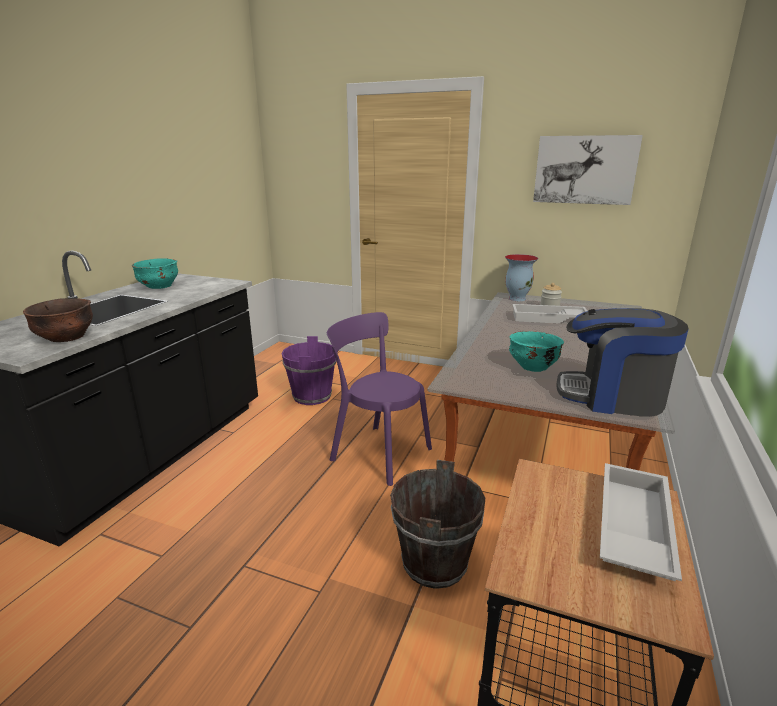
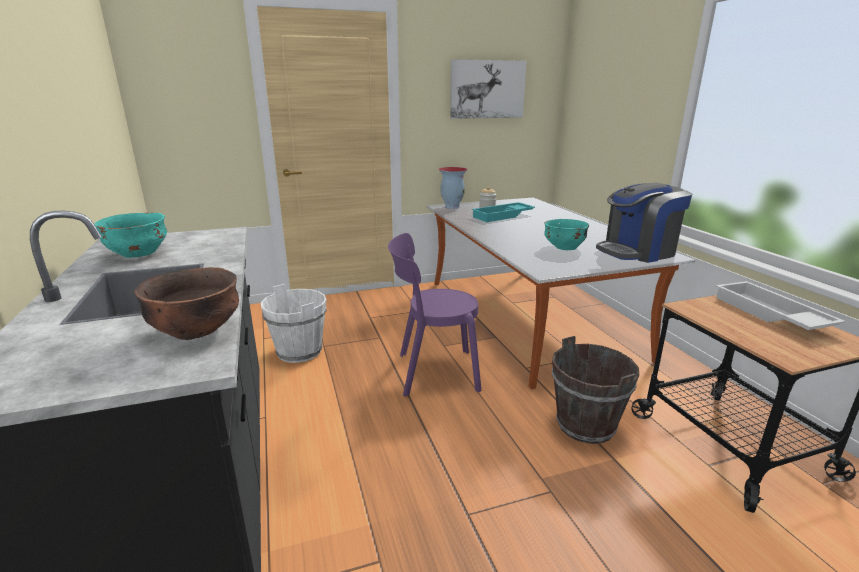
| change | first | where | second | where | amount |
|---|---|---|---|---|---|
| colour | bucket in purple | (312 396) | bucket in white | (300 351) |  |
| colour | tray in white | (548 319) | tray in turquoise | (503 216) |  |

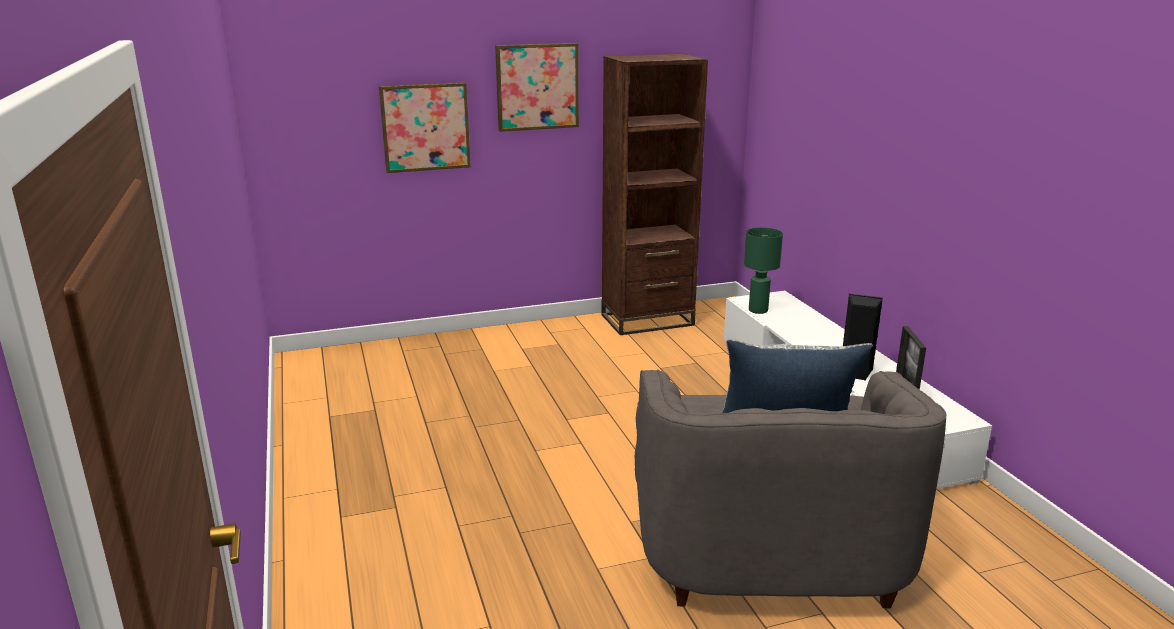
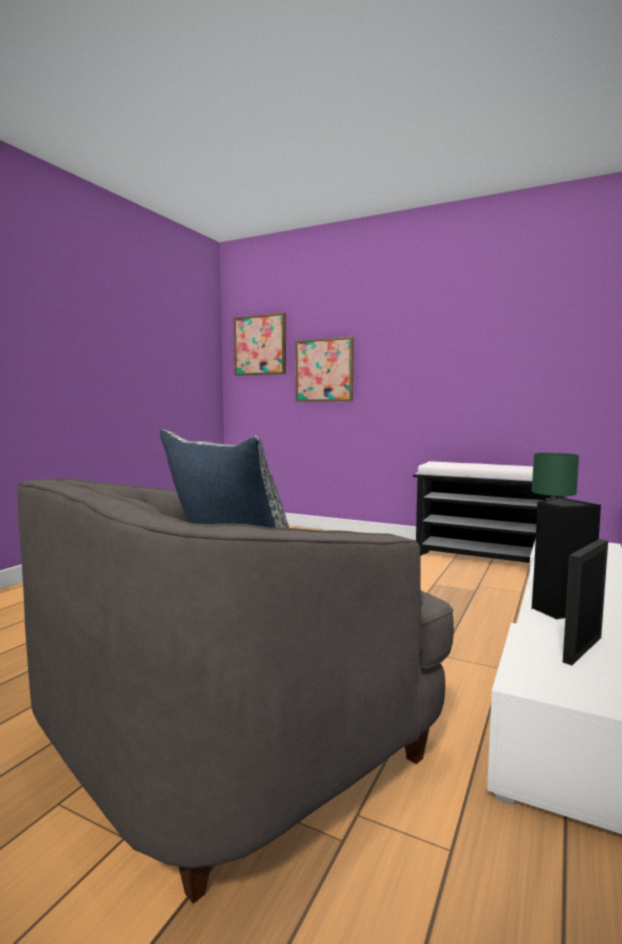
| change | first | where | second | where | amount |
|---|---|---|---|---|---|
| relocated | picture | (537 86) |  | (260 345) |  |
| exchanged | bookcase in brown | (647 320) | bench in black | (488 557) |  |

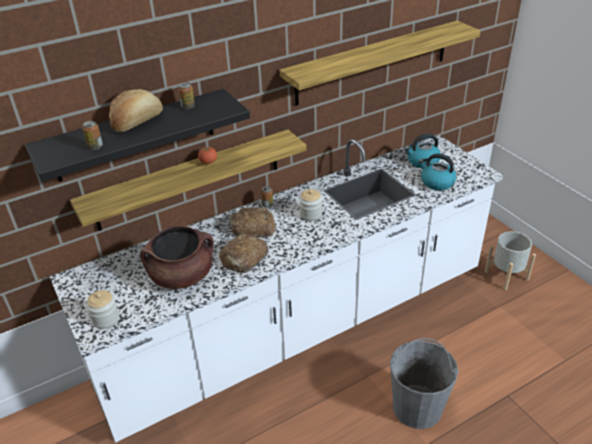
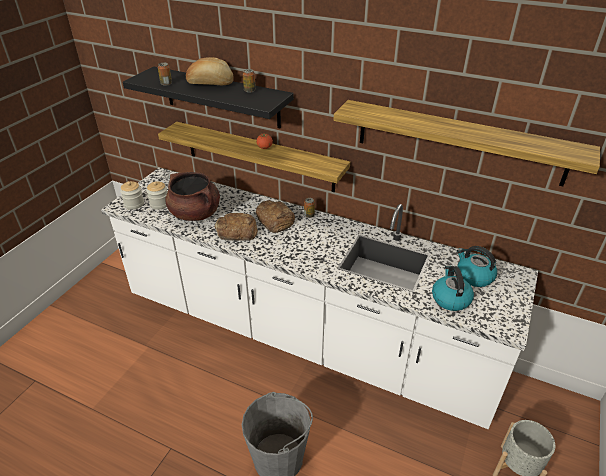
| change | first | where | second | where | amount |
|---|---|---|---|---|---|
| relocated | jar | (311 214) |  | (159 204) |  |

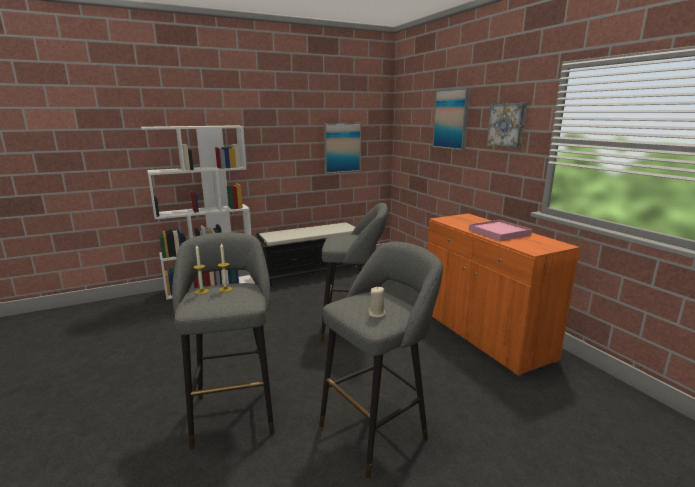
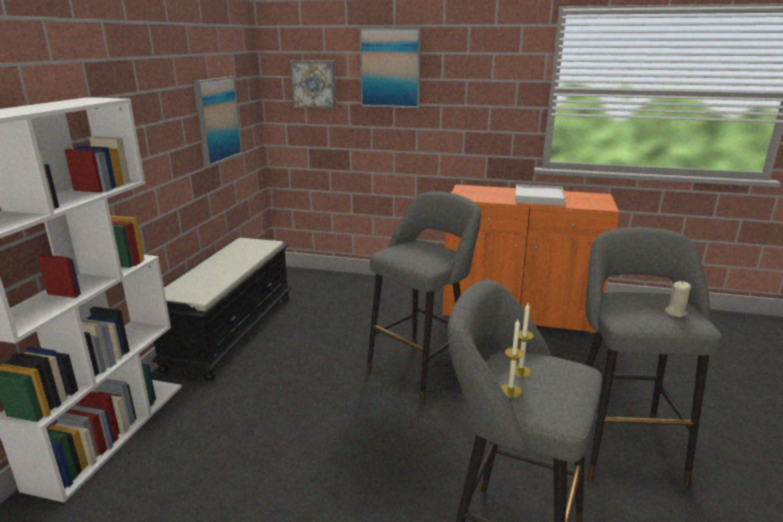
| change | first | where | second | where | amount |
|---|---|---|---|---|---|
| relocated | picture | (507 125) |  | (314 84) |  |
| colour | tray in pink | (499 233) | tray in white | (539 197) |  |

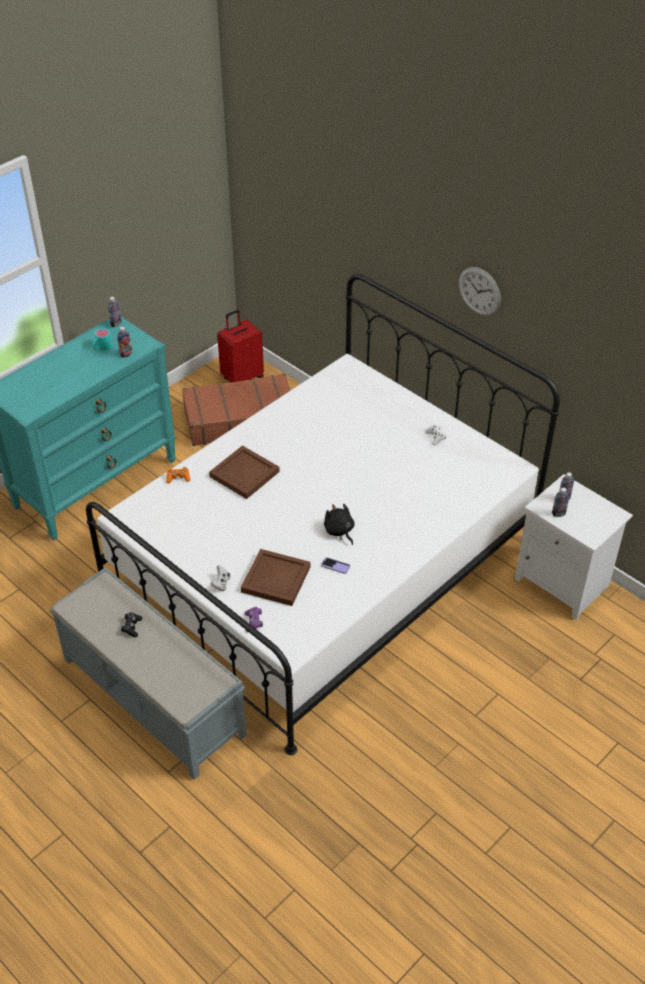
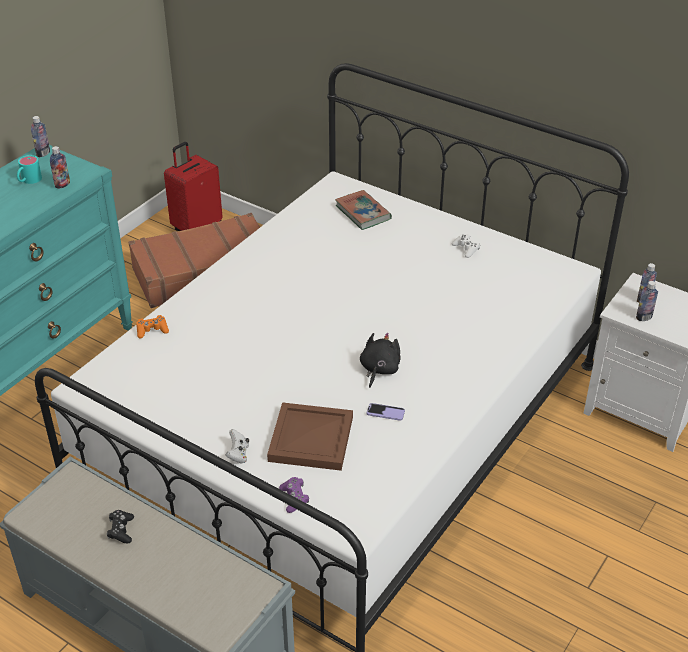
| change | first | where | second | where | amount |
|---|---|---|---|---|---|
| missing | tray in brown | (244 475) |  |  |  |
| missing | wall clock | (479 291) |  |  |  |
| appeared |  |  | book | (363 213) |  |
| spun | plush toy in black | (339 531) |  | (379 369) | 60 degrees clockwise |

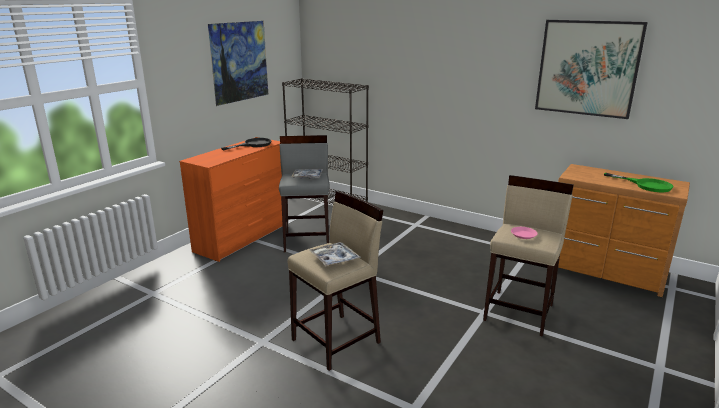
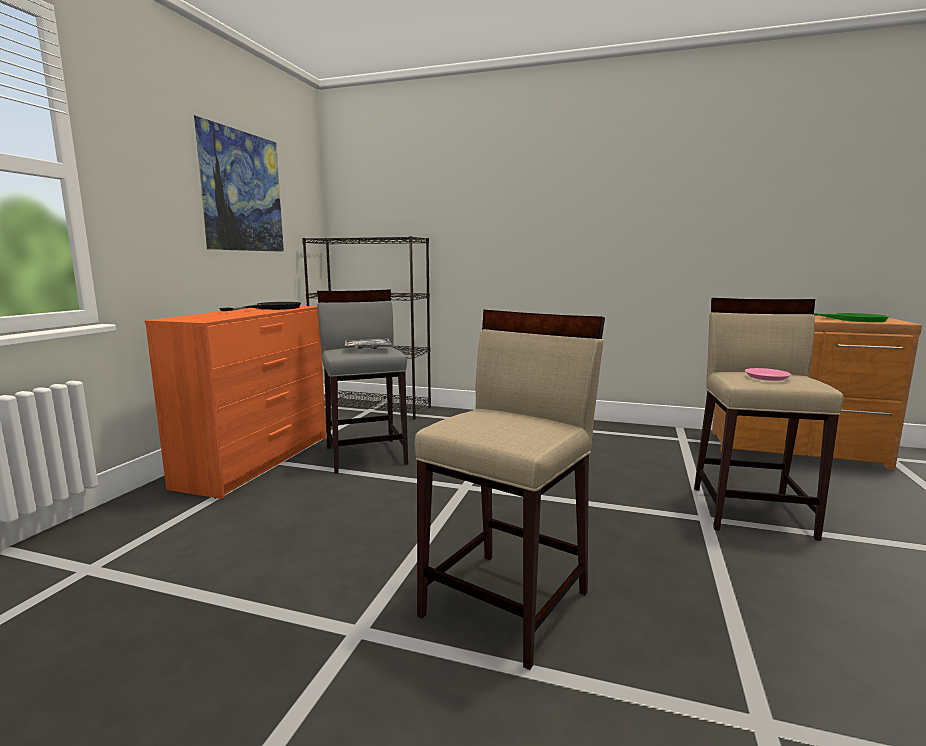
| change | first | where | second | where | amount |
|---|---|---|---|---|---|
| missing | tray | (334 258) |  |  |  |
| missing | picture | (587 68) |  |  |  |

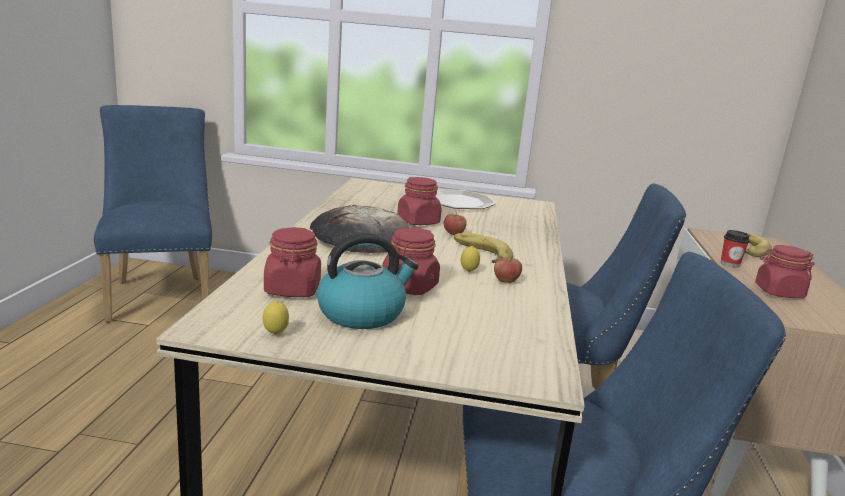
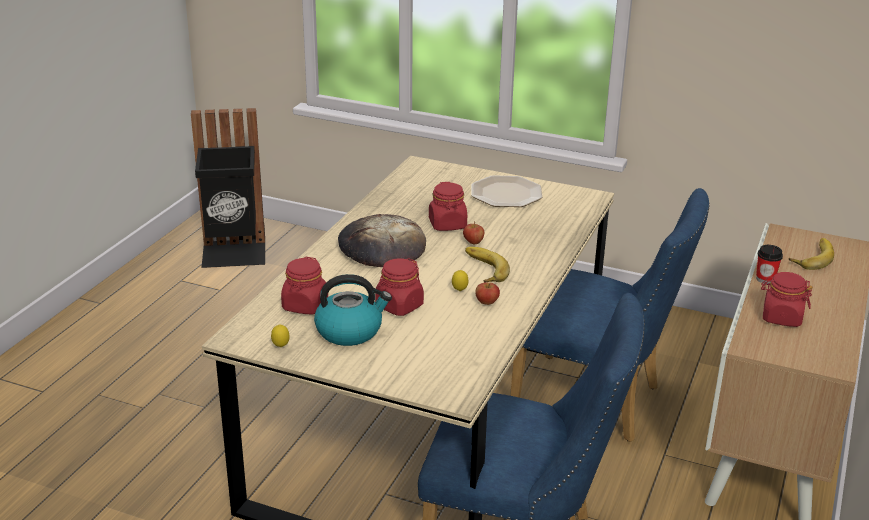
| change | first | where | second | where | amount |
|---|---|---|---|---|---|
| exchanged | chair in blue | (161 295) | trash can in black | (234 254) |  |

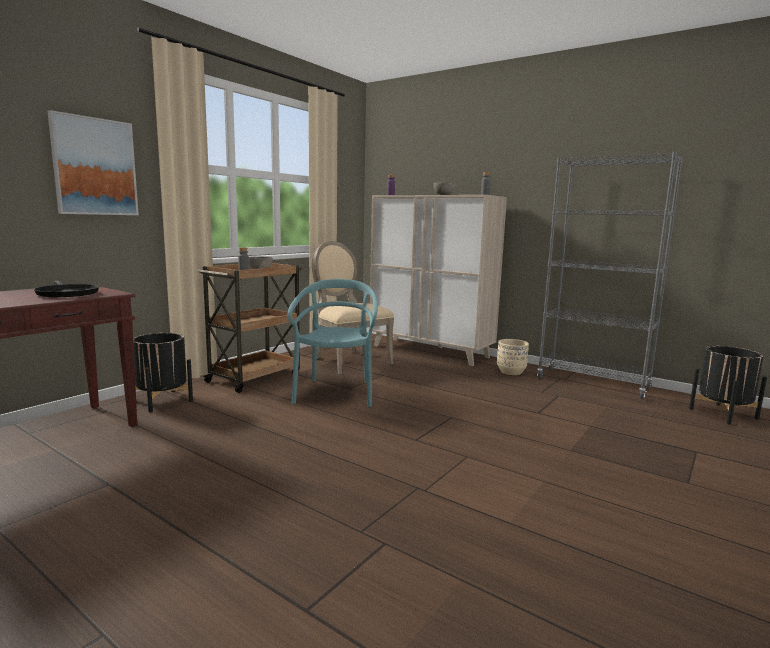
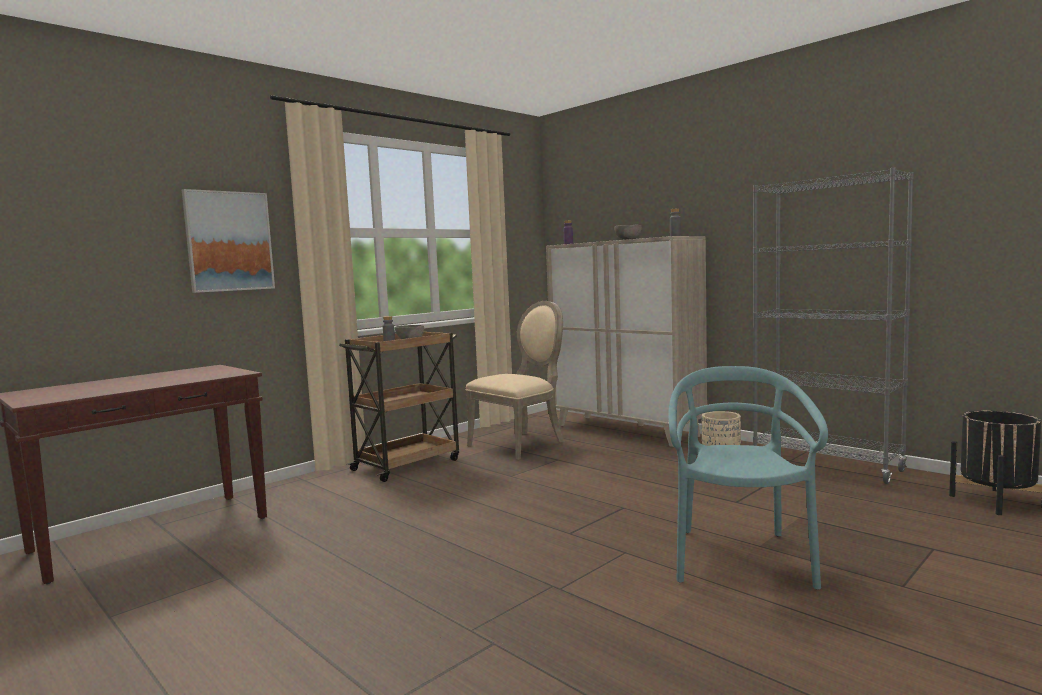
| change | first | where | second | where | amount |
|---|---|---|---|---|---|
| missing | frying pan in black | (66 293) |  |  |  |
| missing | planter in black | (162 401) |  |  |  |
| relocated | chair in turquoise | (336 393) |  | (739 558) |  |
| spun | chair in beige | (348 360) |  | (521 443) | 75 degrees clockwise |

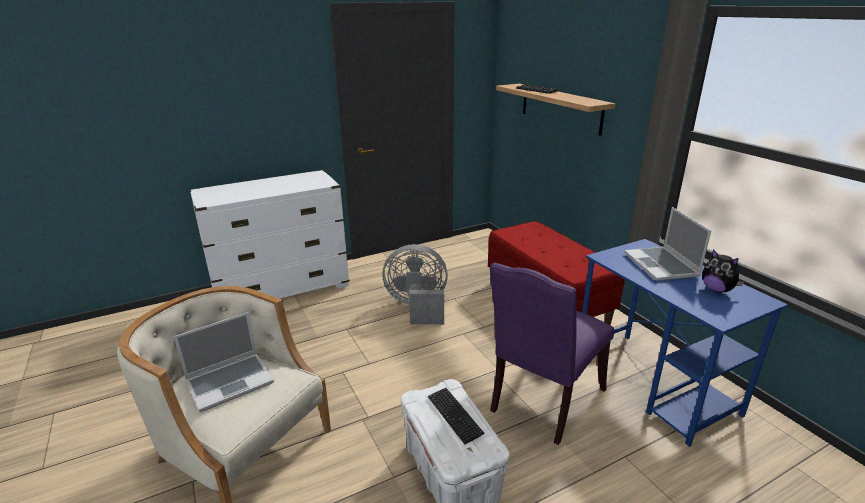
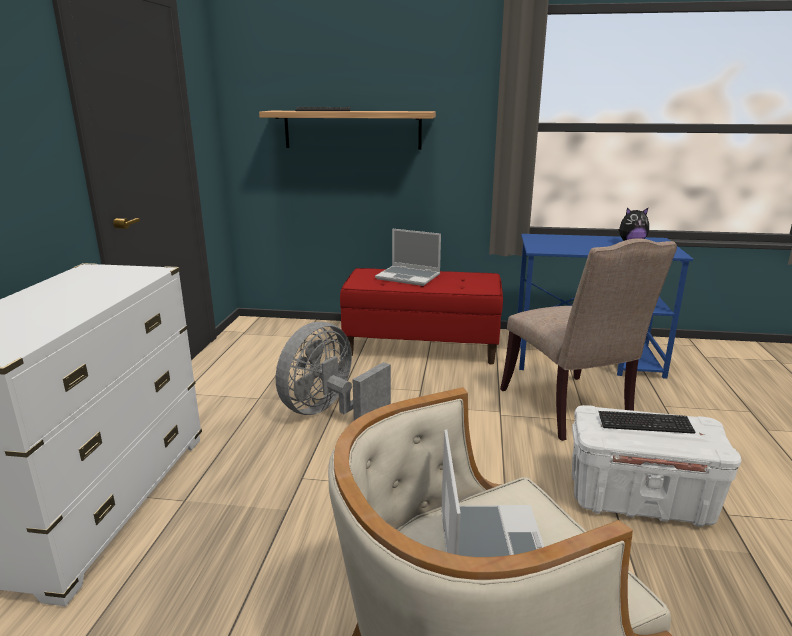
| change | first | where | second | where | amount |
|---|---|---|---|---|---|
| relocated | laptop | (662 265) |  | (409 277) |  |
| colour | chair in purple | (543 402) | chair in beige | (570 410) |  |

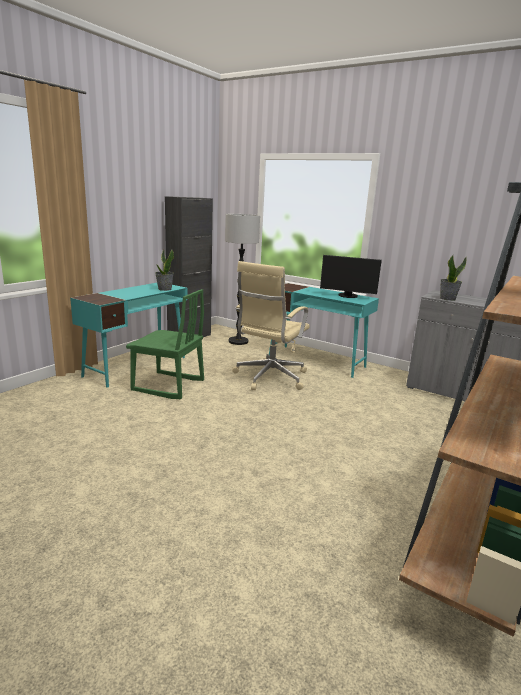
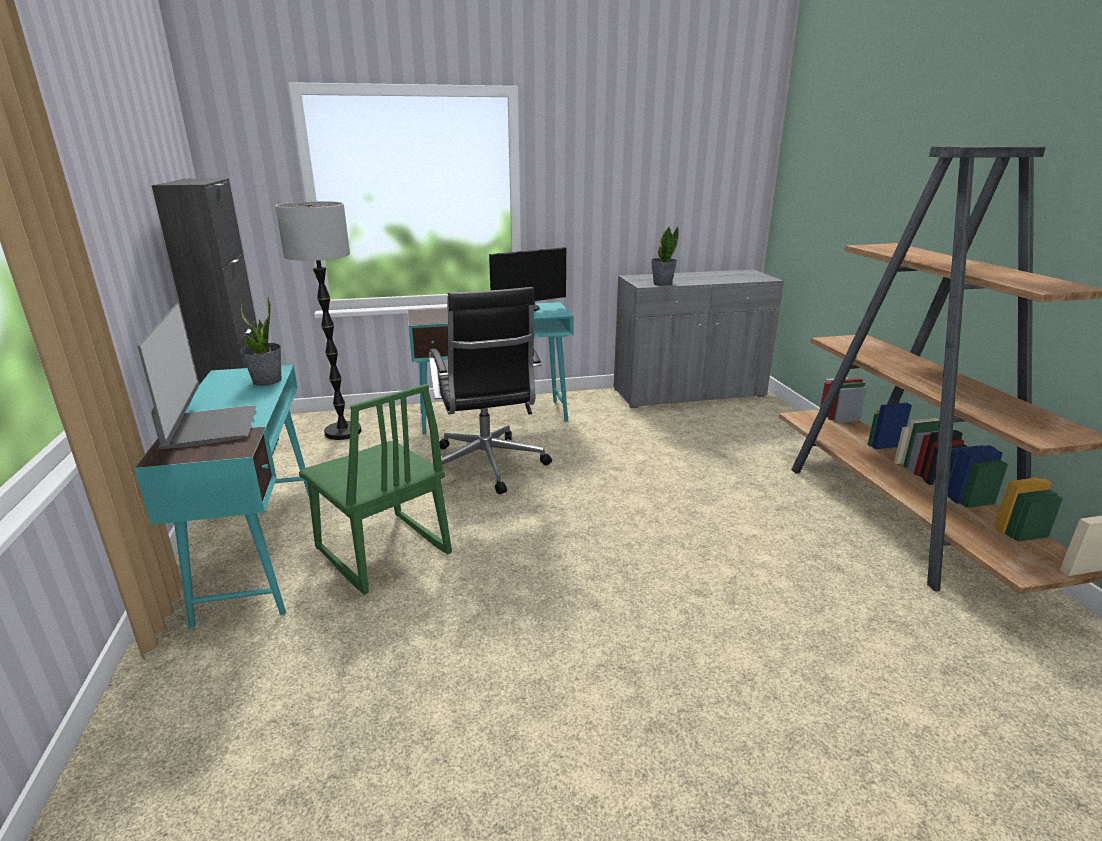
| change | first | where | second | where | amount |
|---|---|---|---|---|---|
| appeared |  |  | monitor | (207 428) |  |
| colour | office chair in beige | (269 378) | office chair in black | (487 466) |  |
| spun | chair in green | (168 386) |  | (382 552) | 75 degrees clockwise |

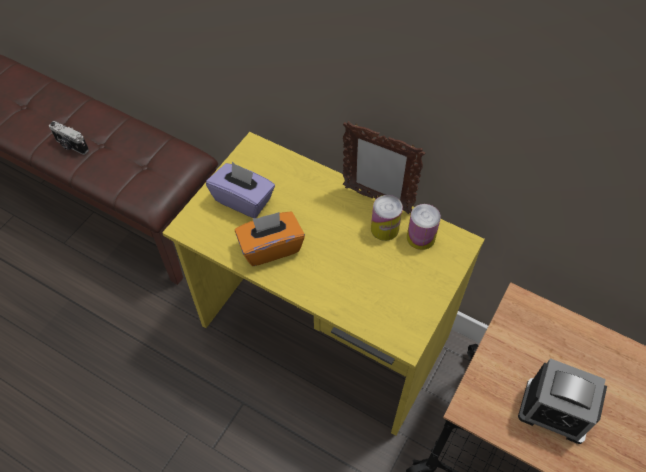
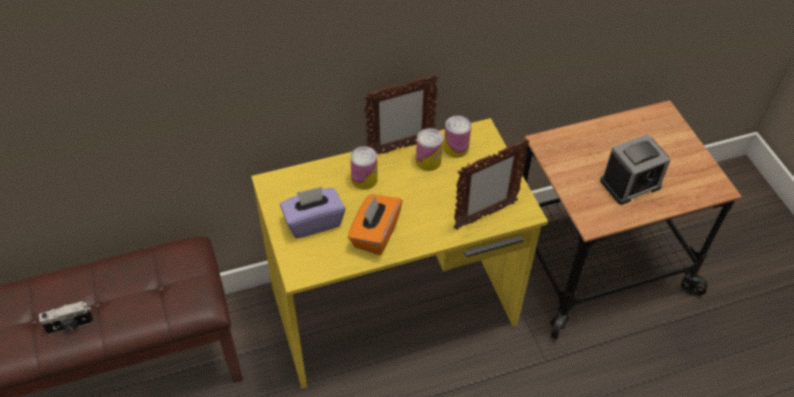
| change | first | where | second | where | amount |
|---|---|---|---|---|---|
| appeared |  |  | can | (364 179) |  |
| appeared |  |  | picture frame | (484 215) |  |

